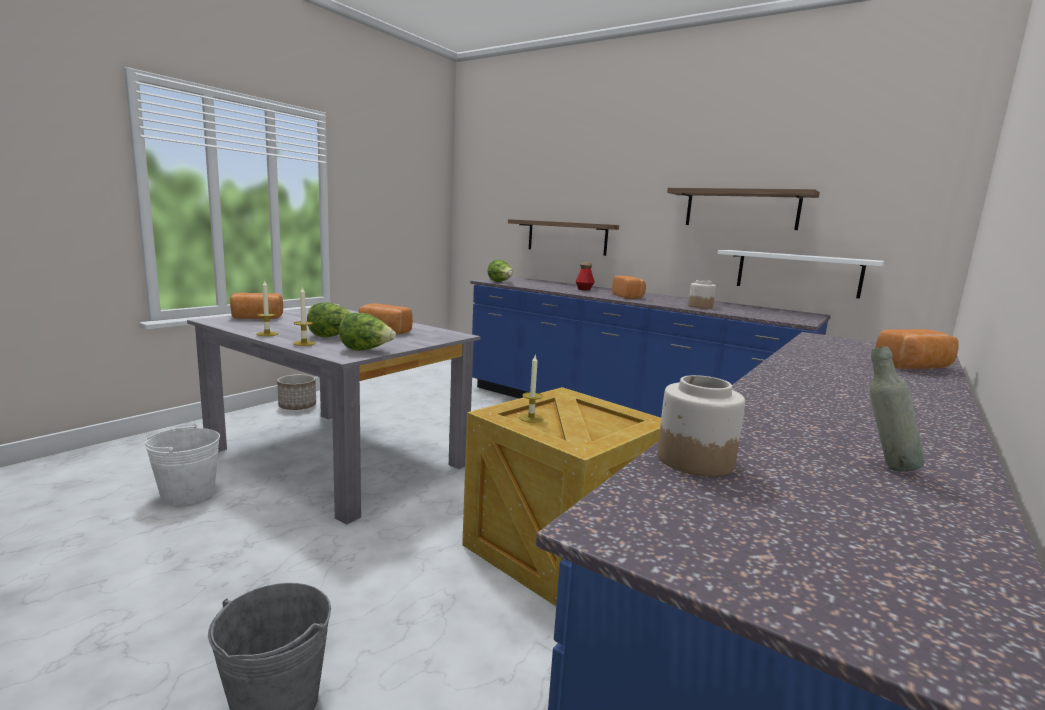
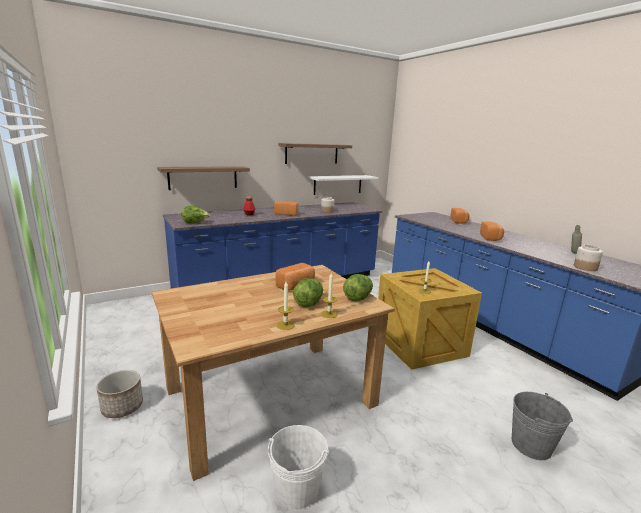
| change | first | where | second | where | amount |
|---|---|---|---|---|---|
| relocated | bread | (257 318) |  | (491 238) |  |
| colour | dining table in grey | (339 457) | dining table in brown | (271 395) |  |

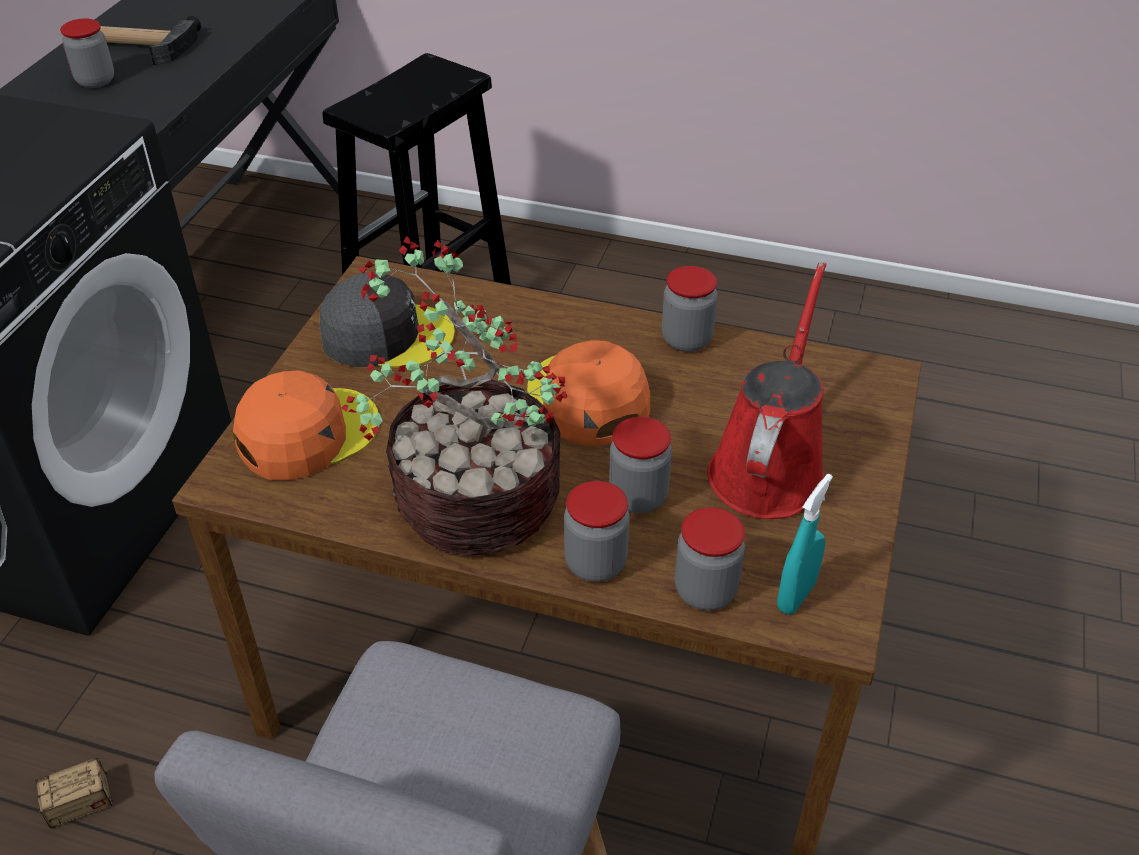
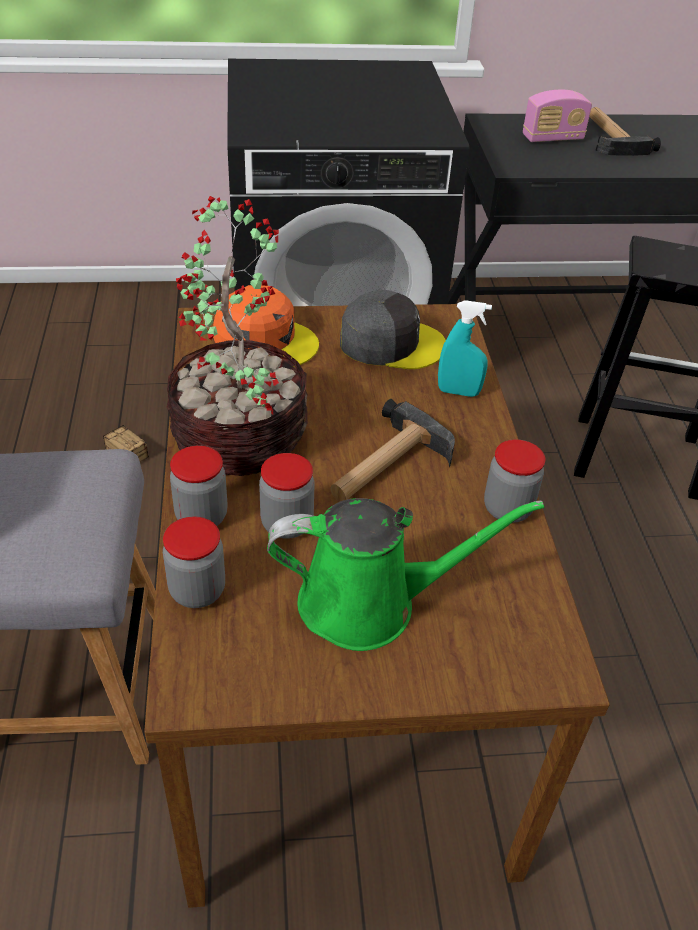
| change | first | where | second | where | amount |
|---|---|---|---|---|---|
| relocated | spray bottle in turquoise | (796 596) |  | (458 392) |  |
| exchanged | jar | (95 81) | radio | (552 138) |  |
| exchanged | cap in orange | (587 400) | hammer | (385 466) |  |
| colour | watering can in red | (769 467) | watering can in green | (369 603) |  |
| spun | cap in grey | (386 335) |  | (390 343) | 60 degrees counterclockwise |

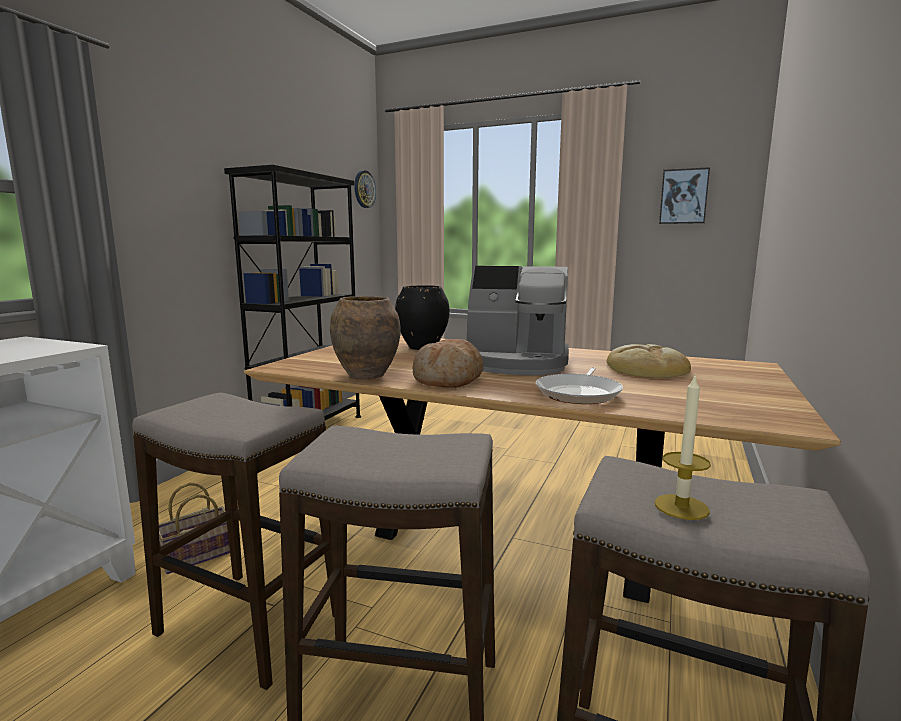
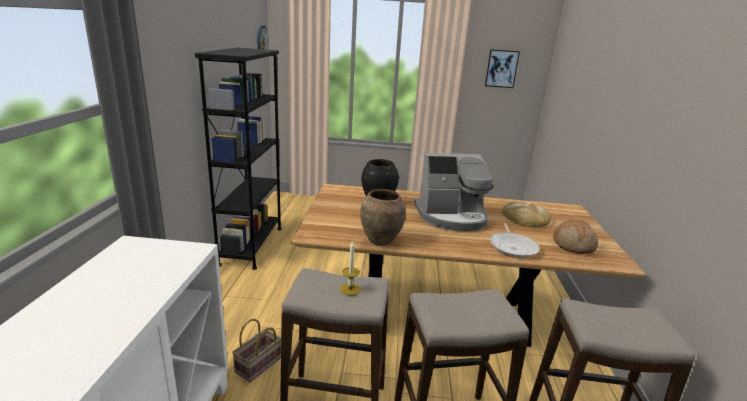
| change | first | where | second | where | amount |
|---|---|---|---|---|---|
| relocated | bread | (448 380) |  | (573 245) |  |
| relocated | candle | (681 507) |  | (350 289) |  |

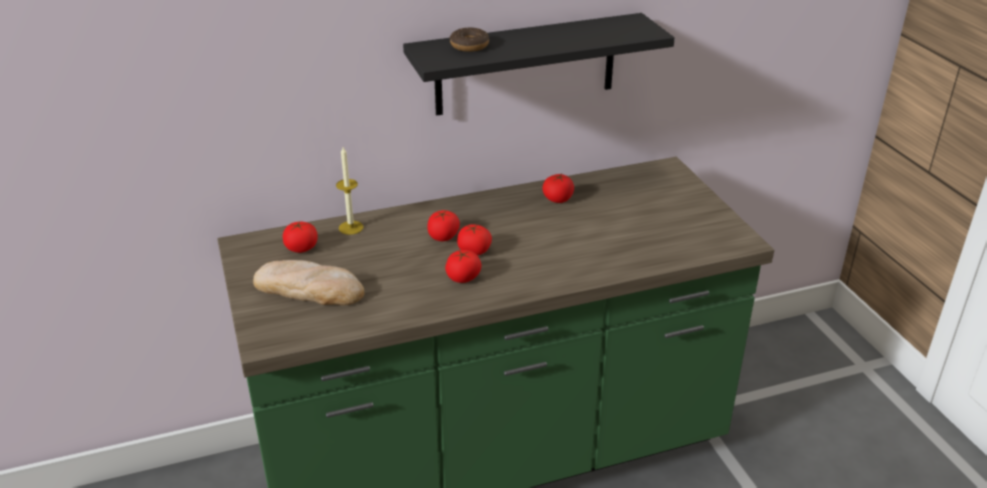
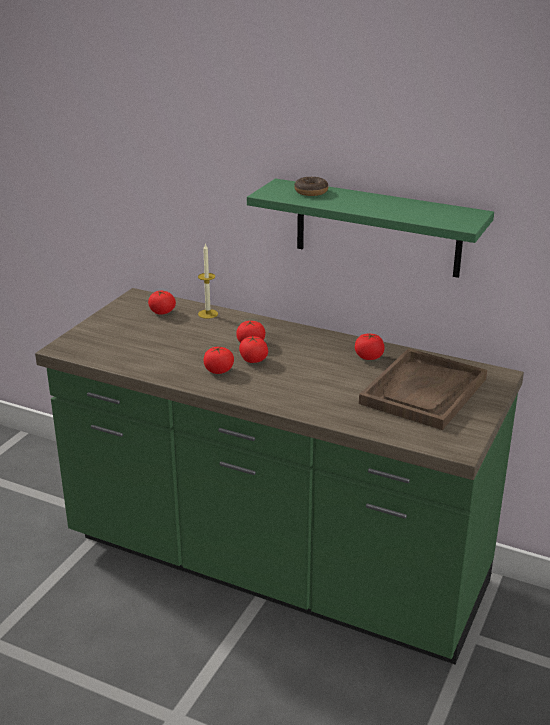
| change | first | where | second | where | amount |
|---|---|---|---|---|---|
| missing | bread | (309 288) |  |  |  |
| appeared |  |  | tray in brown | (423 391) |  |
| colour | shelf in black | (526 64) | shelf in green | (377 228) |  |

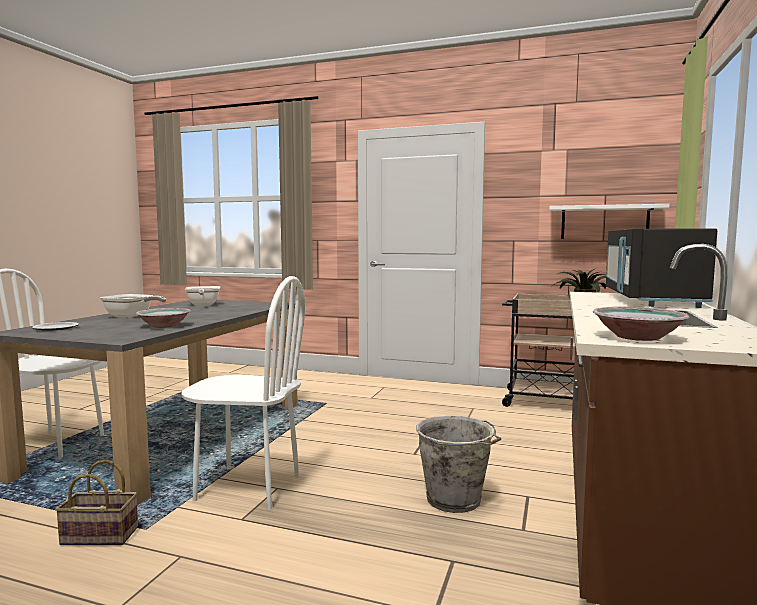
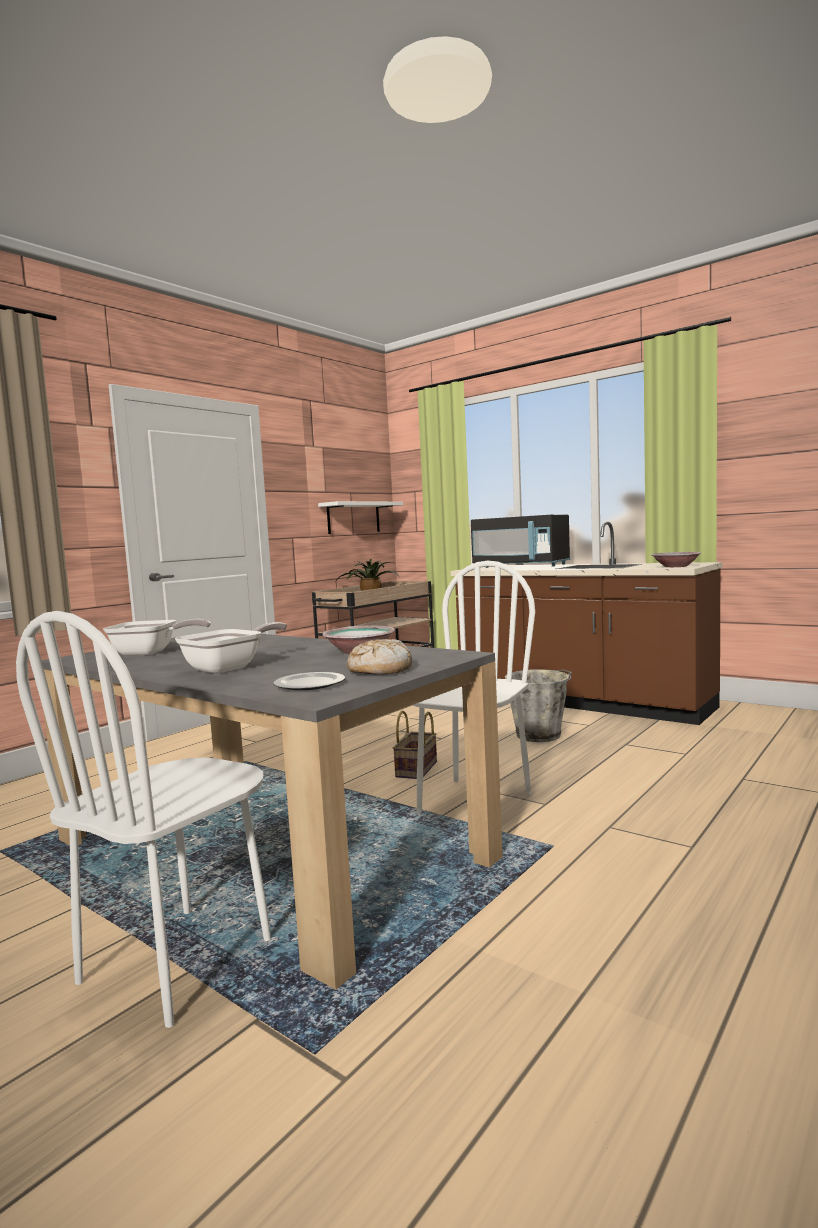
| change | first | where | second | where | amount |
|---|---|---|---|---|---|
| appeared |  |  | bread | (379 670) |  |
| relocated | basket | (97 536) |  | (417 770) |  |

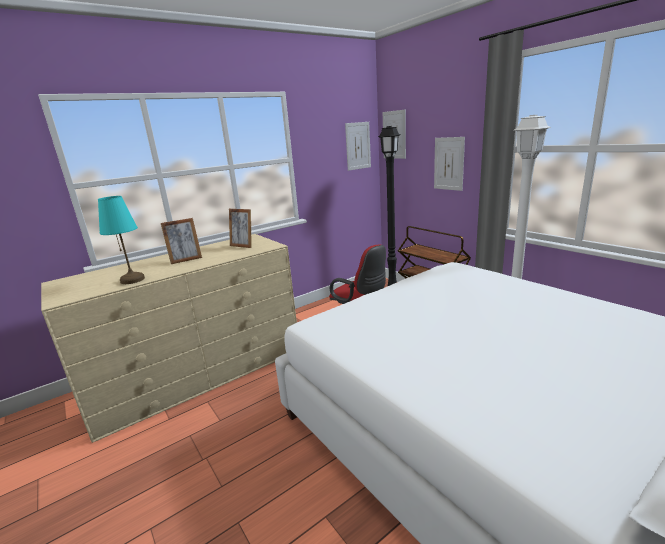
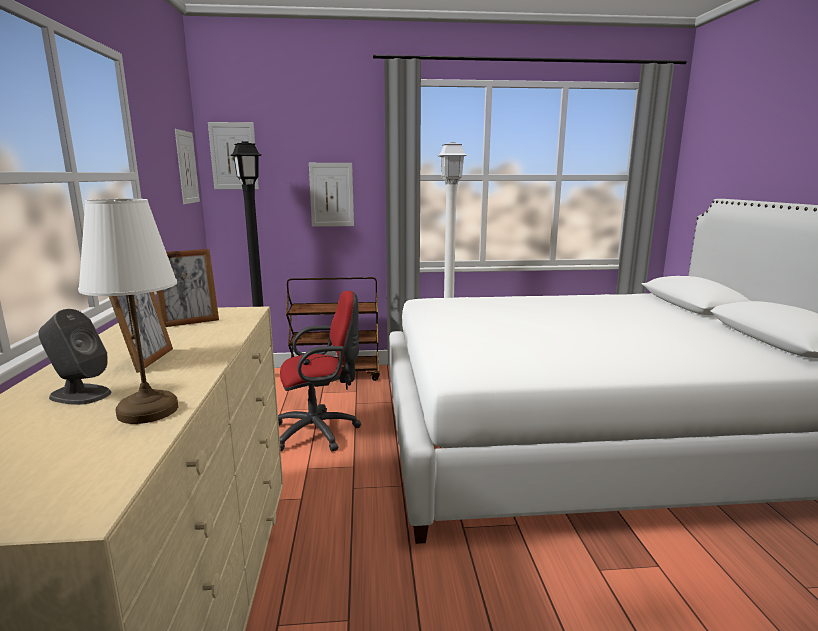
| change | first | where | second | where | amount |
|---|---|---|---|---|---|
| appeared |  |  | speaker in grey | (80 394) |  |
| colour | table lamp in turquoise | (133 279) | table lamp in white | (147 410) |  |

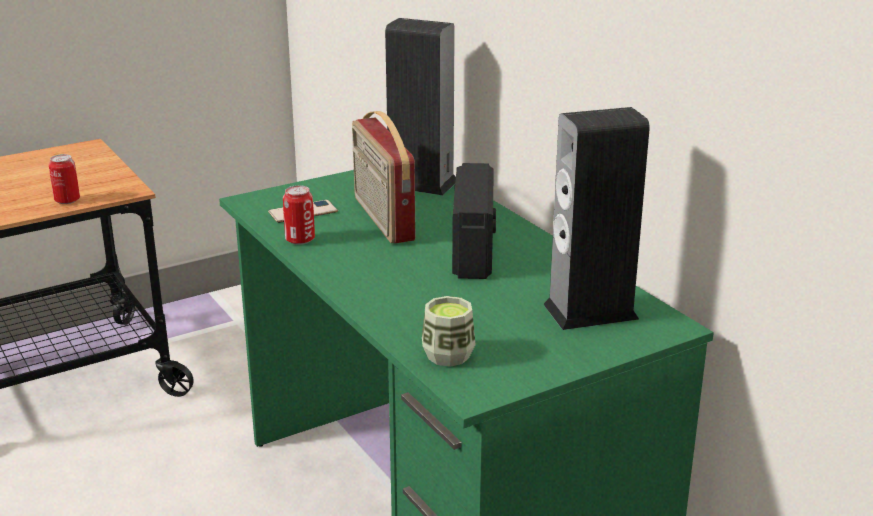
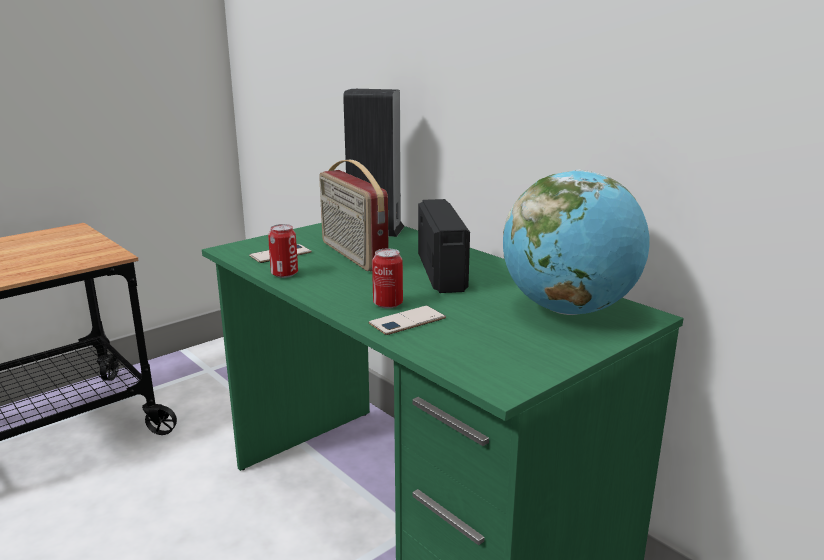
| change | first | where | second | where | amount |
|---|---|---|---|---|---|
| missing | cup | (448 355) |  |  |  |
| appeared |  |  | phone | (407 321) |  |
| relocated | can | (67 200) |  | (387 304) |  |
| exchanged | speaker | (590 311) | globe | (569 310) |  |

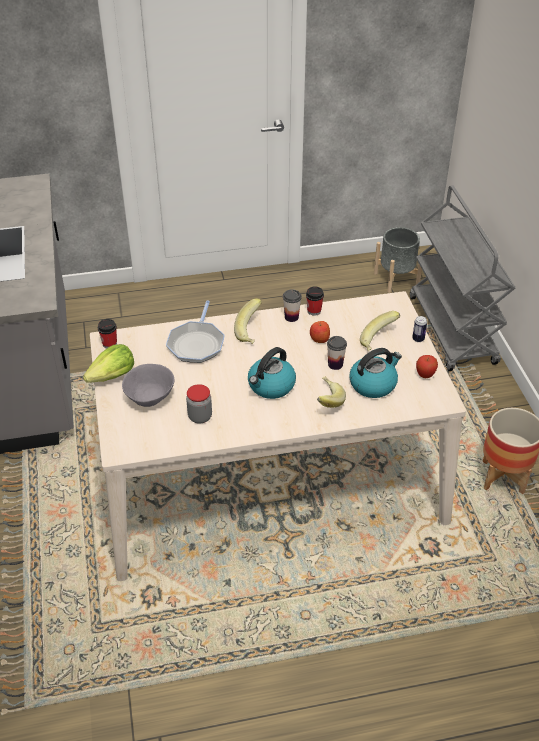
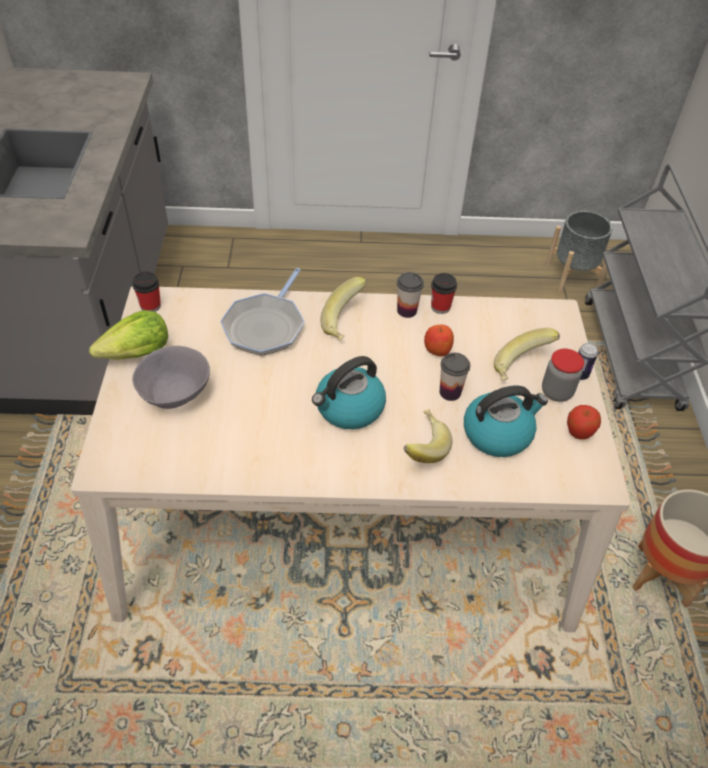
| change | first | where | second | where | amount |
|---|---|---|---|---|---|
| relocated | jar | (200 417) |  | (556 392) |  |

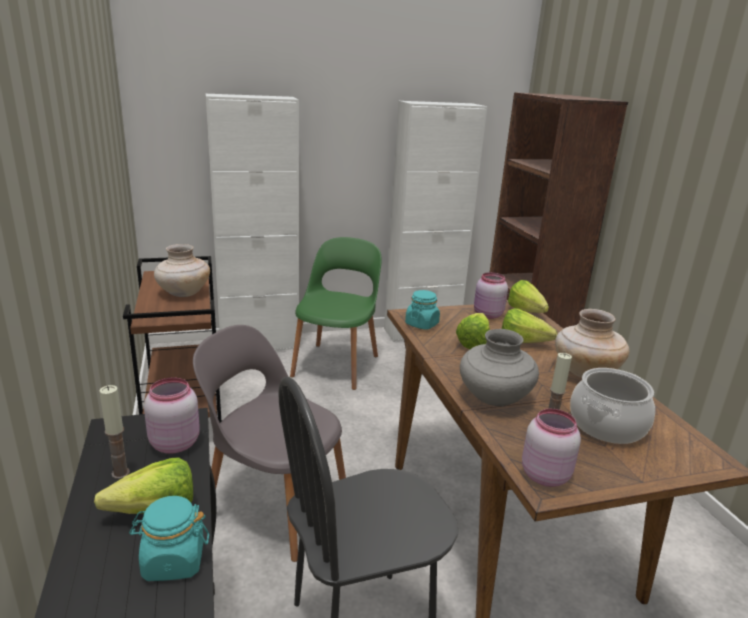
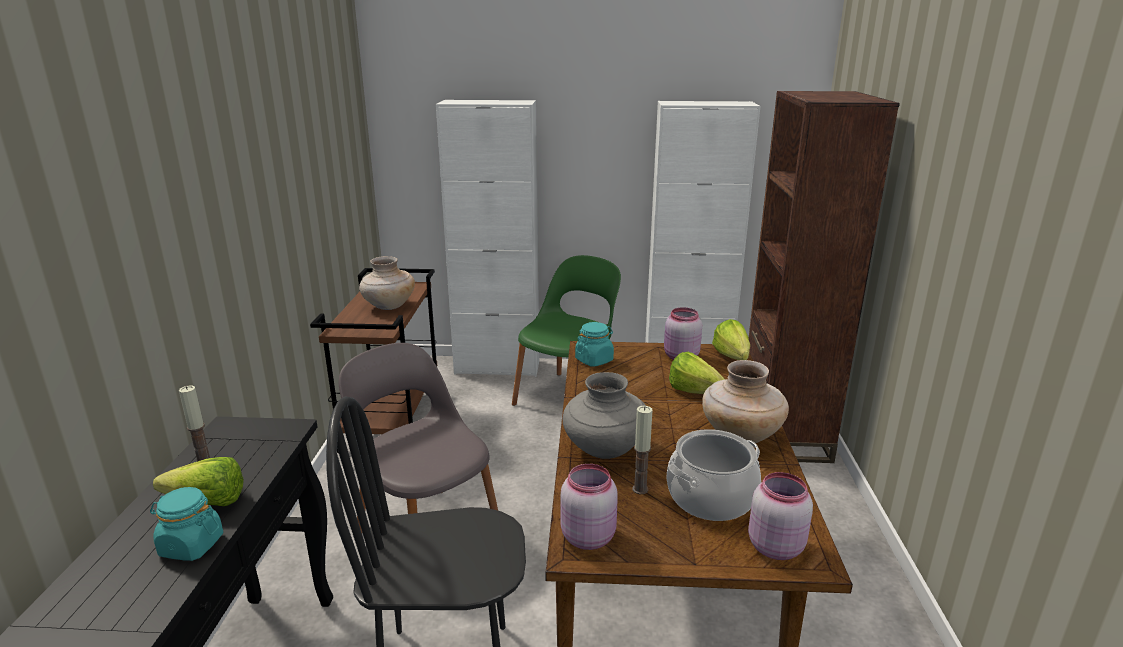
| change | first | where | second | where | amount |
|---|---|---|---|---|---|
| missing | lettuce | (475 341) |  |  |  |
| relocated | jar in pink | (174 443) |  | (774 546) |  |

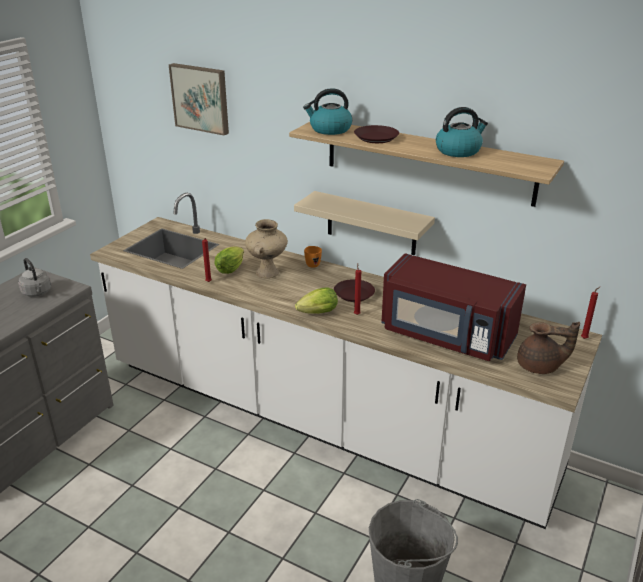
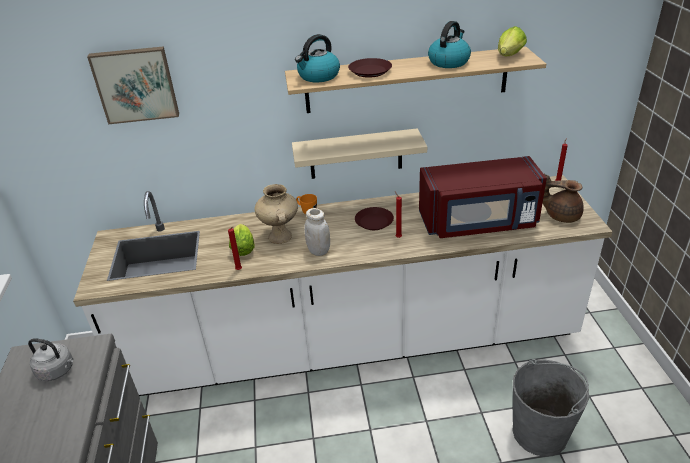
| change | first | where | second | where | amount |
|---|---|---|---|---|---|
| appeared |  |  | jar in white | (319 251) |  |
| relocated | lettuce | (316 313) |  | (508 57) |  |
| spun | teapot in brown | (540 367) |  | (561 215) | 135 degrees counterclockwise |

